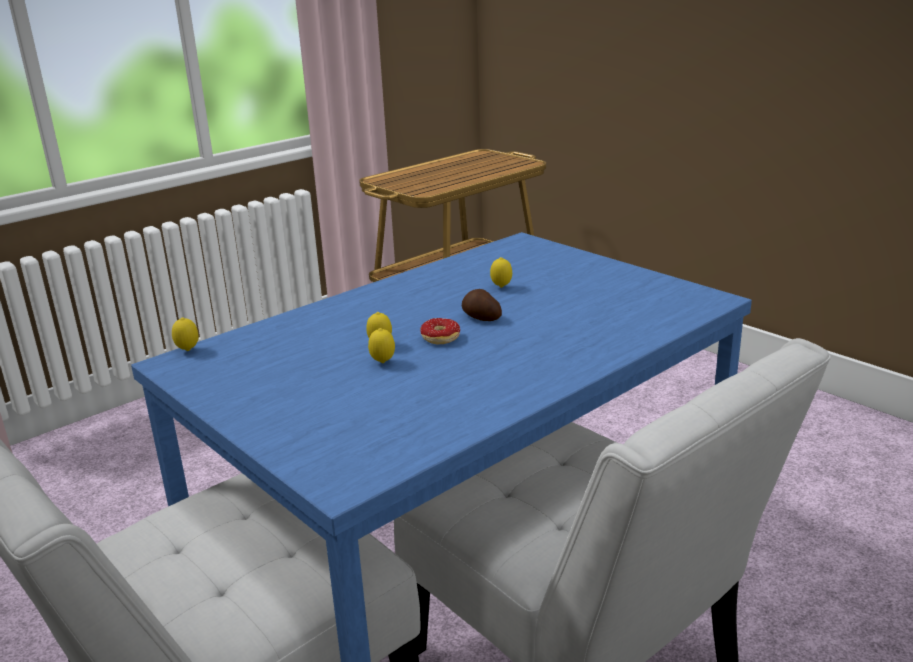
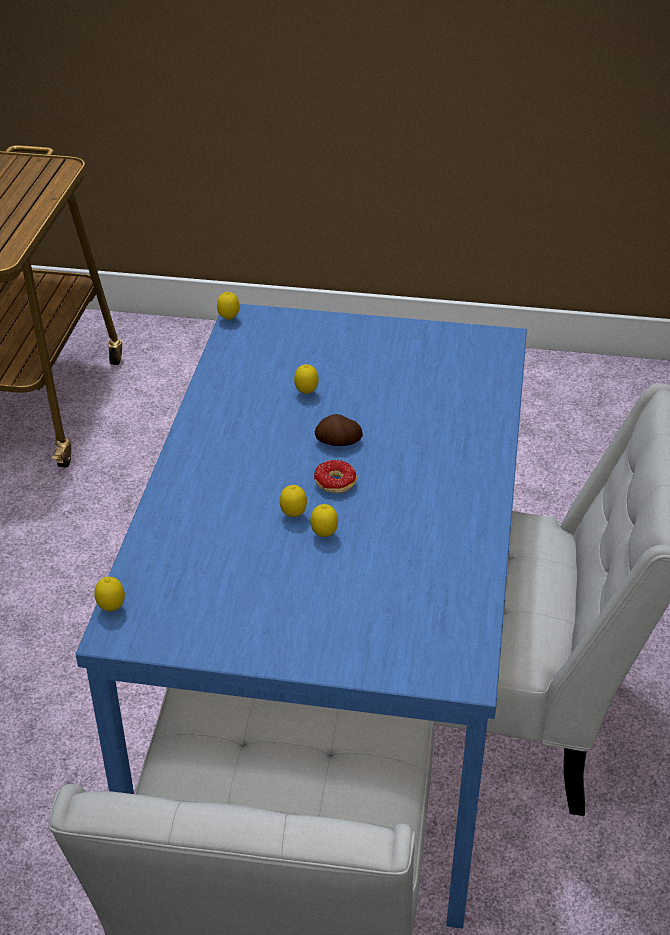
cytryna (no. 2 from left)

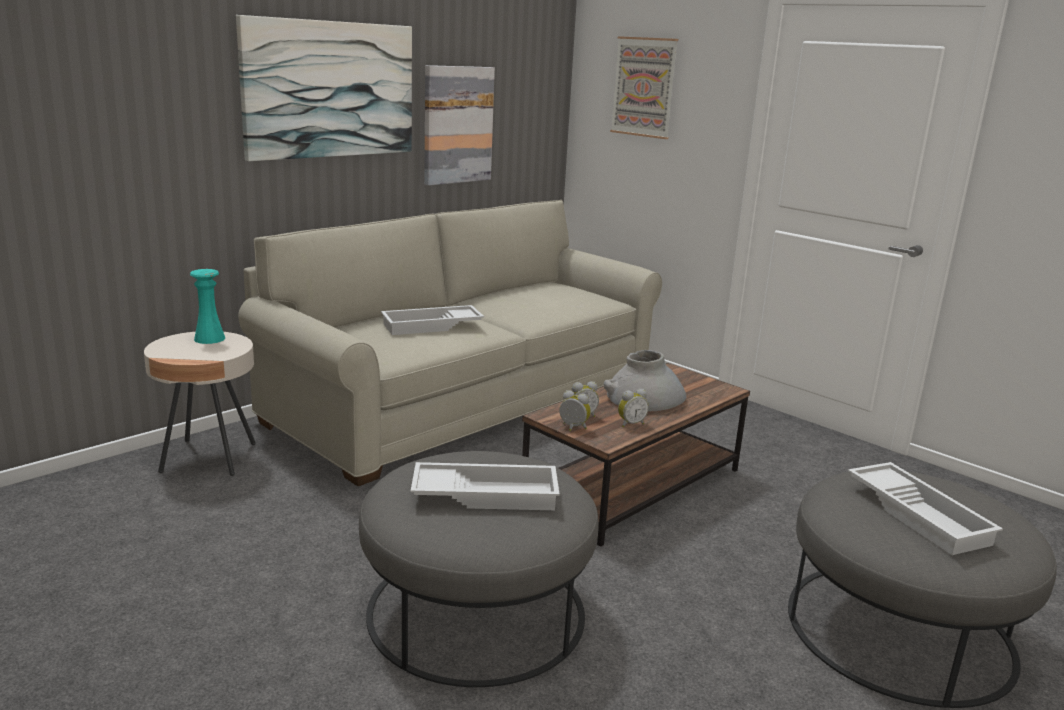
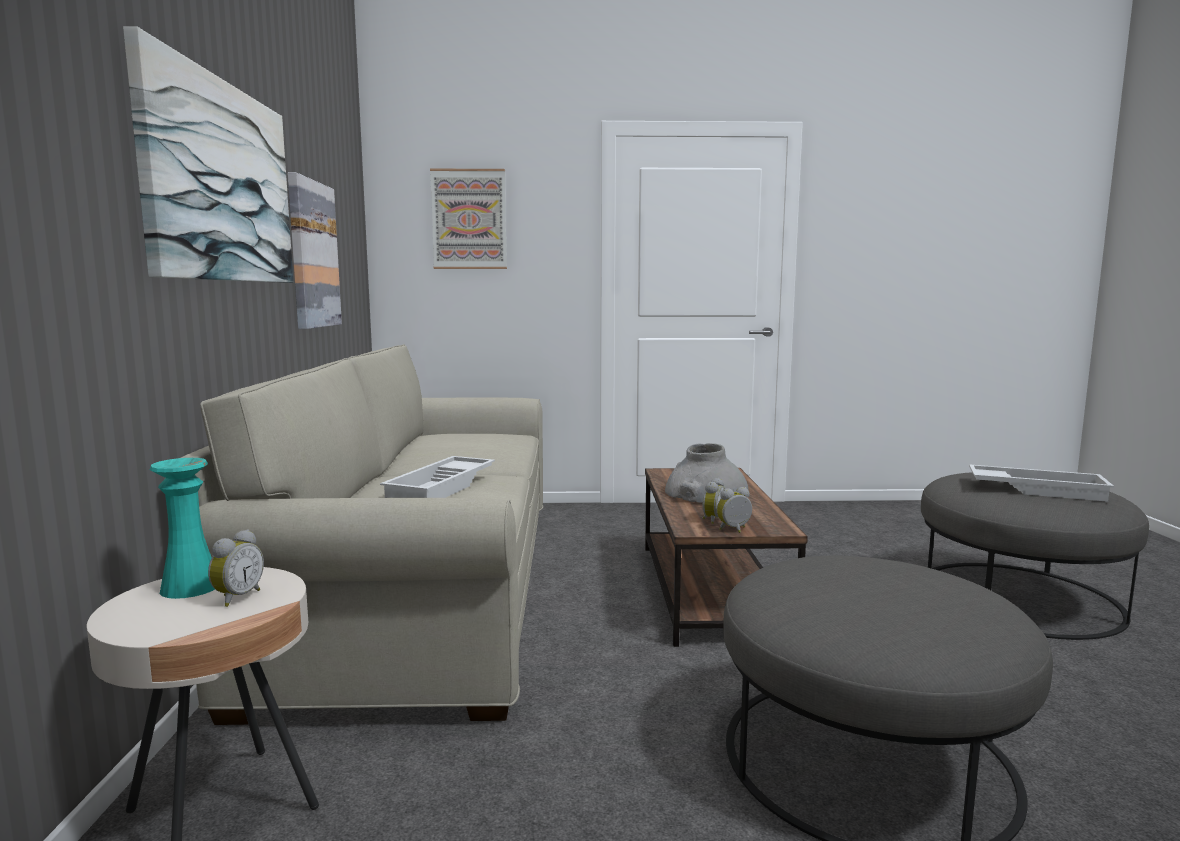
budzik (no. 1 from left); taca [biały] (no. 2 from left in the first image)

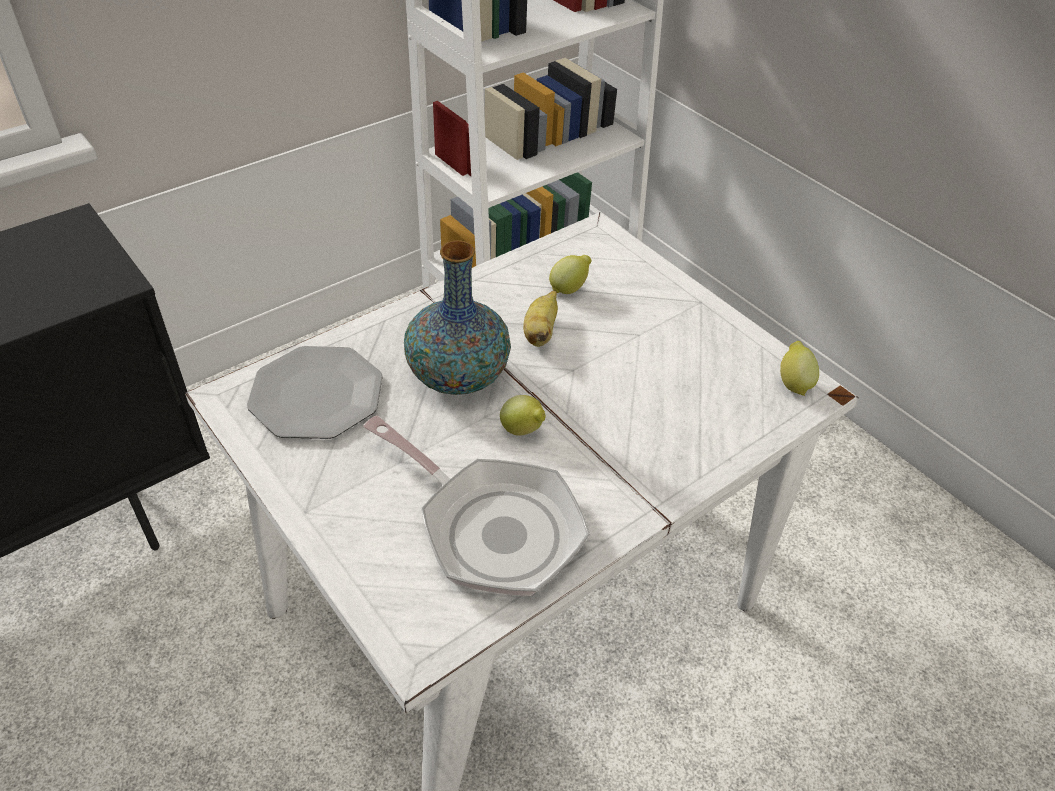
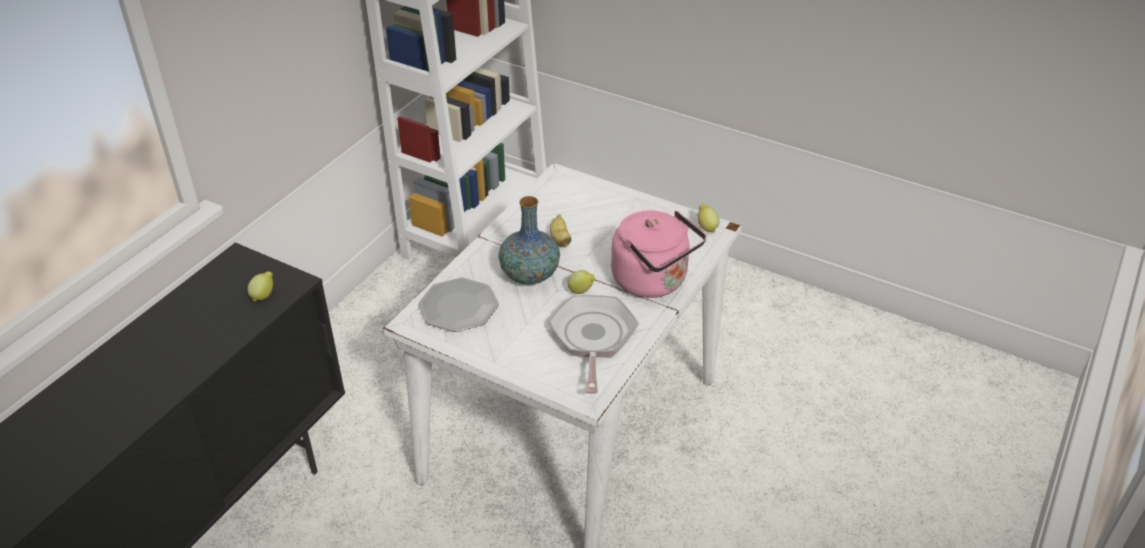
cytryna (no. 1 from left); patelnia; czajnik [różowy]

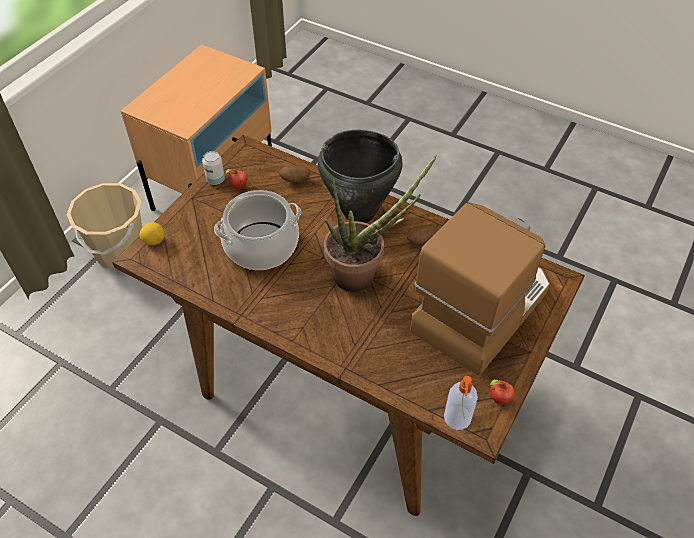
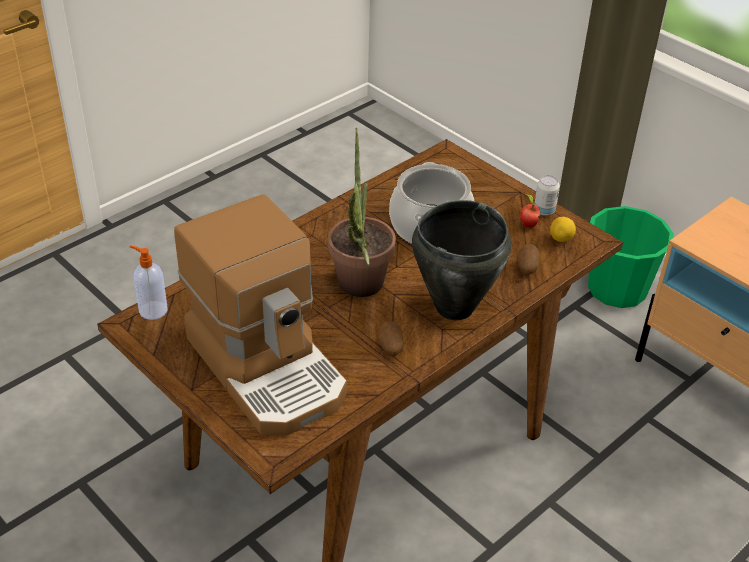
cytryna; wiadro [zielony]; jabłko (no. 2 from left in the first image)

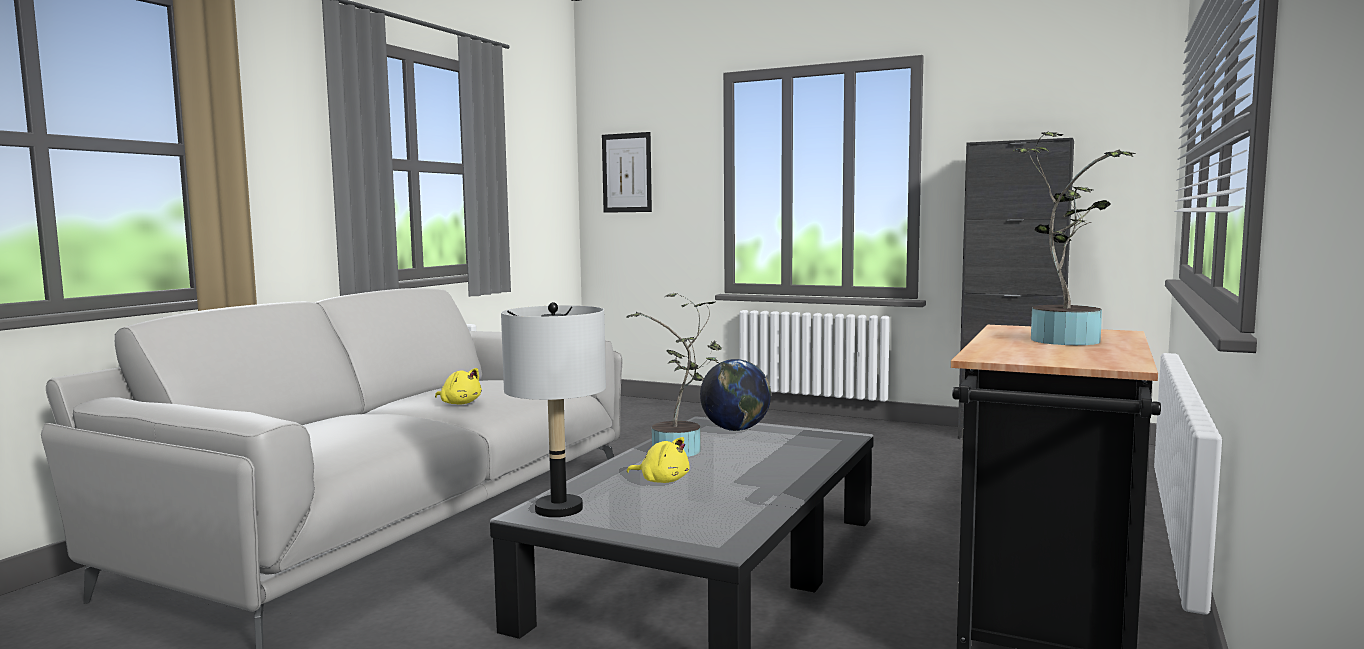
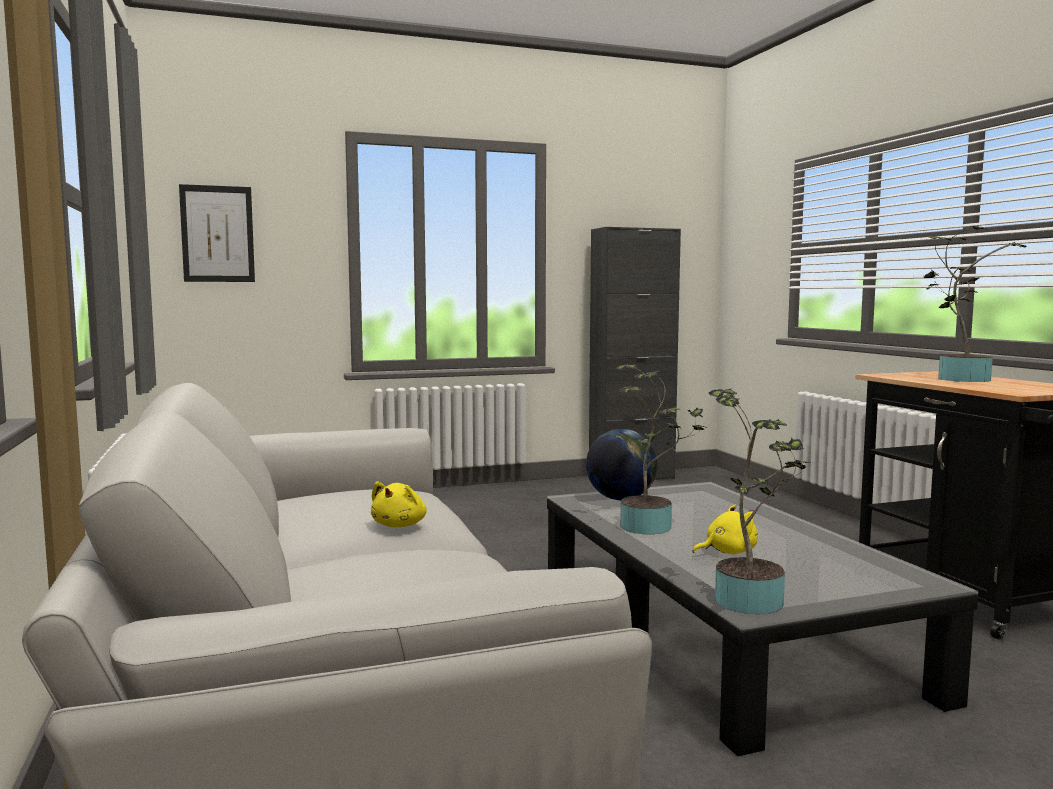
pluszak [żółty] (no. 1 from left); roślina doniczkowa (no. 2 from left)

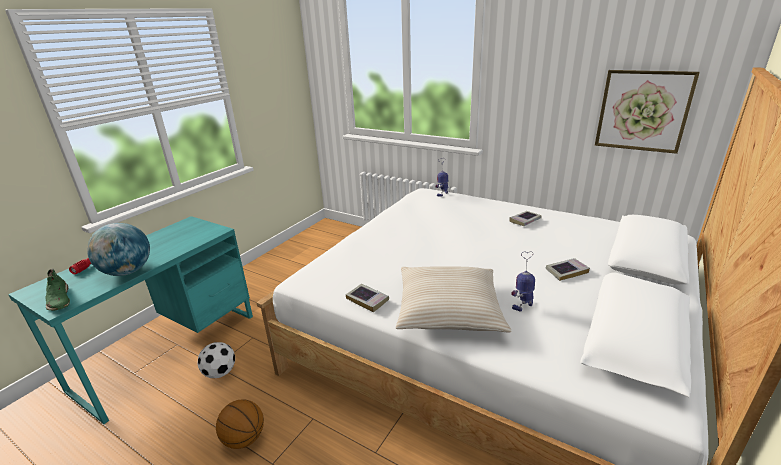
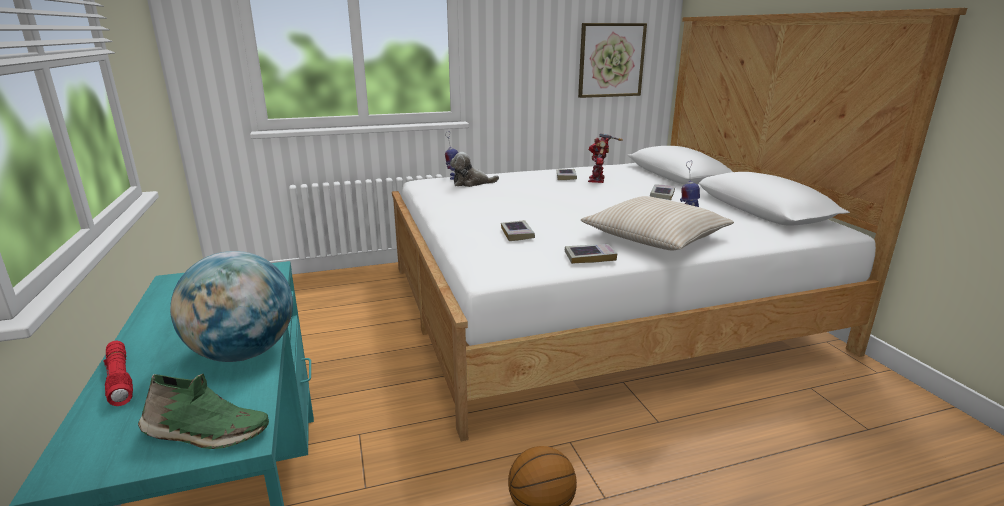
pluszak; książka (no. 1 from left); robot zabawkowy (no. 2 from left); piłka futbolowa

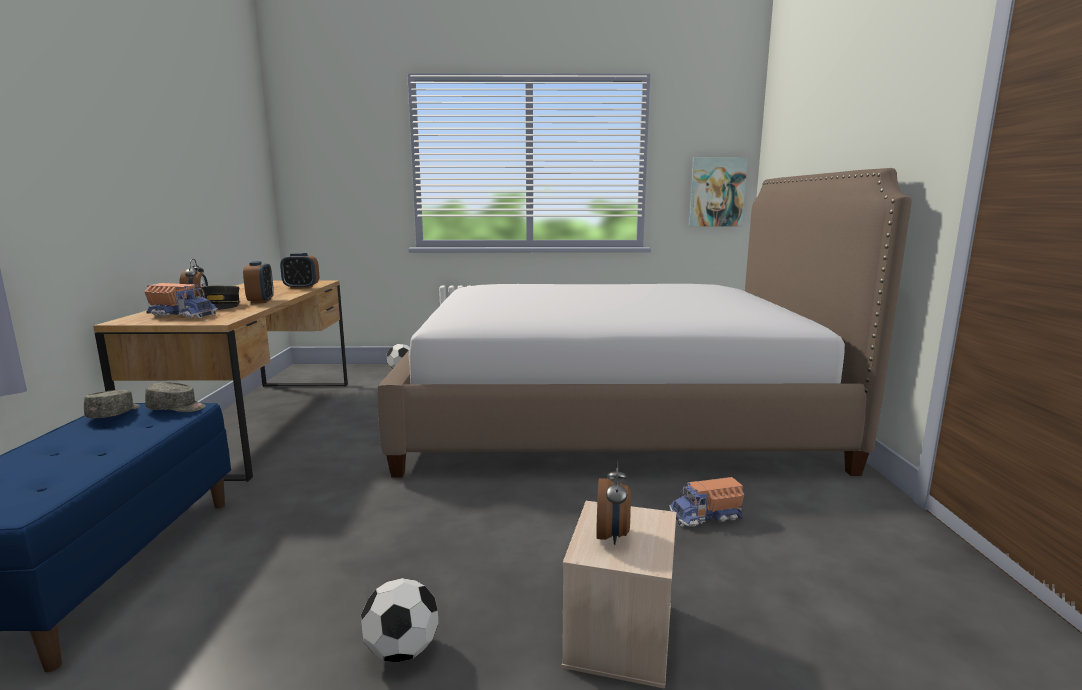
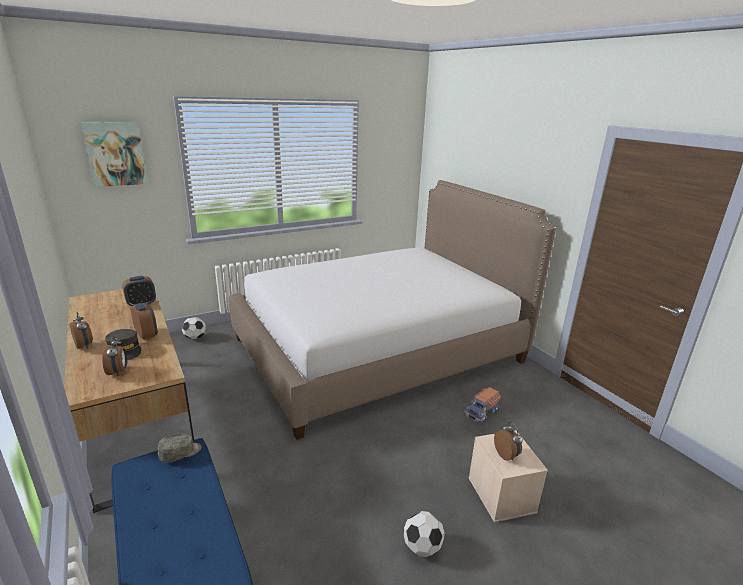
obraz; budzik (no. 2 from left); czapka z daszkiem [szary] (no. 1 from left in the first image)

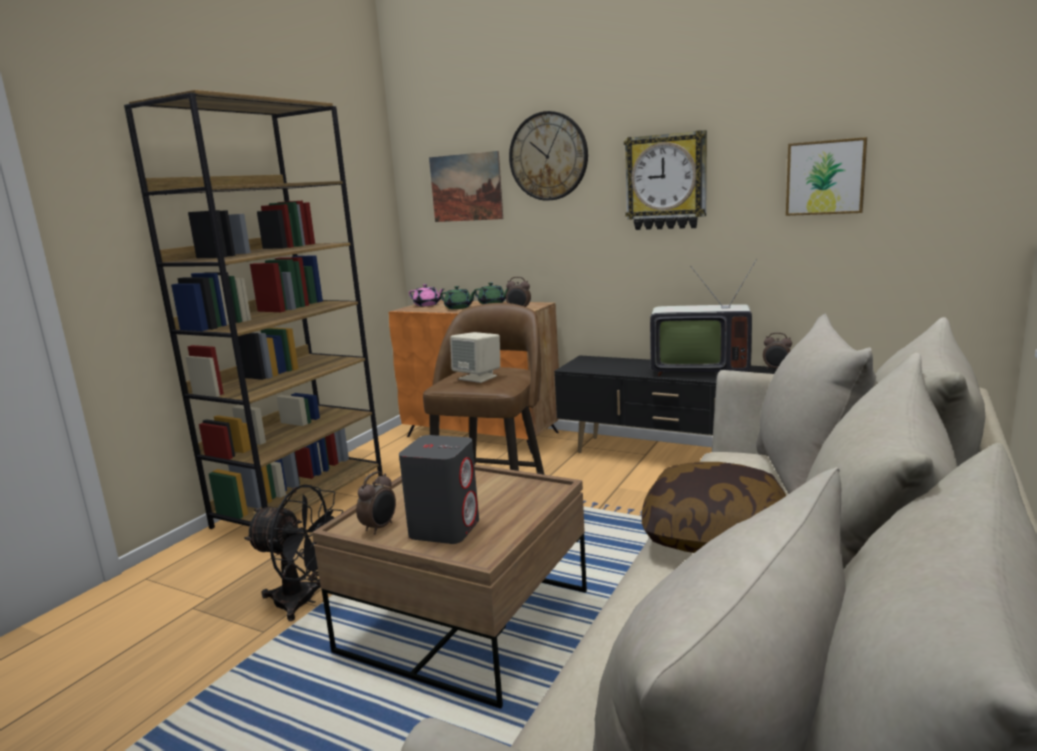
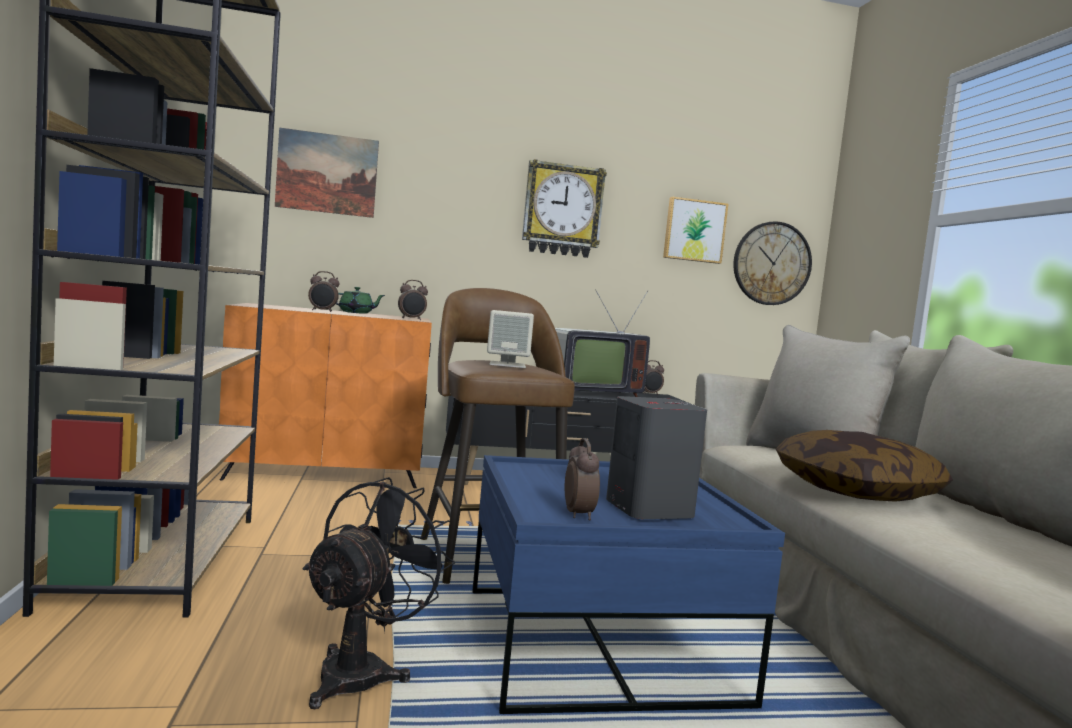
wentylator [czarny]; budzik (no. 1 from left); ława [niebieski]; zegar ścienny (no. 2 from left); imbryk [różowy]

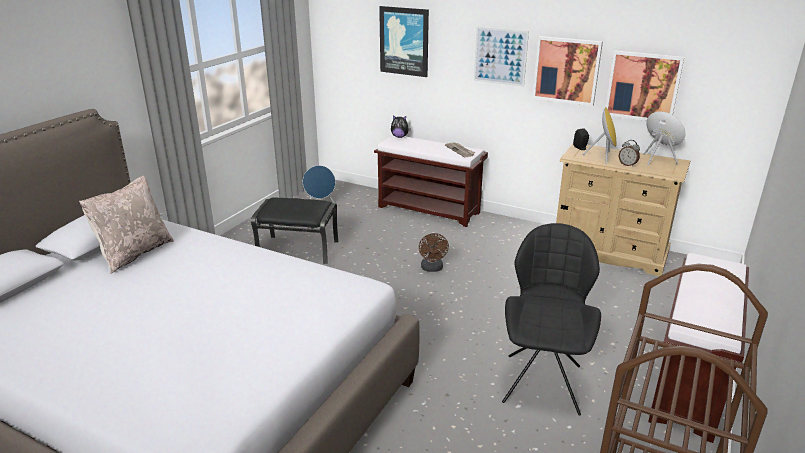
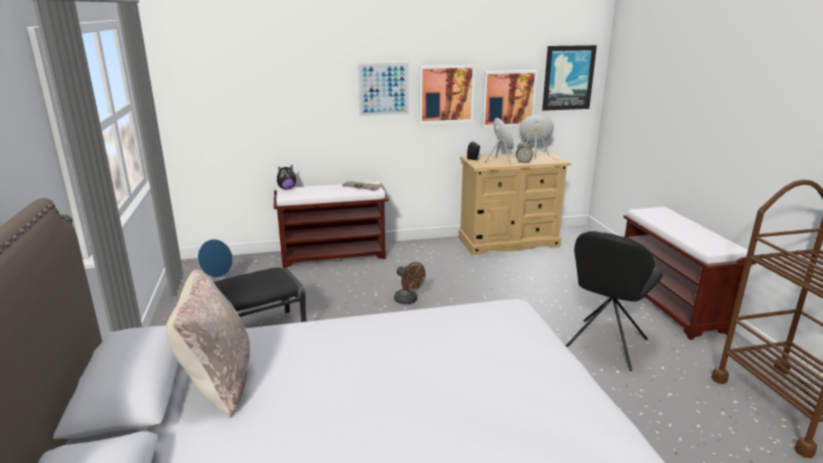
obraz (no. 4 from left); krzesło [czarny]

